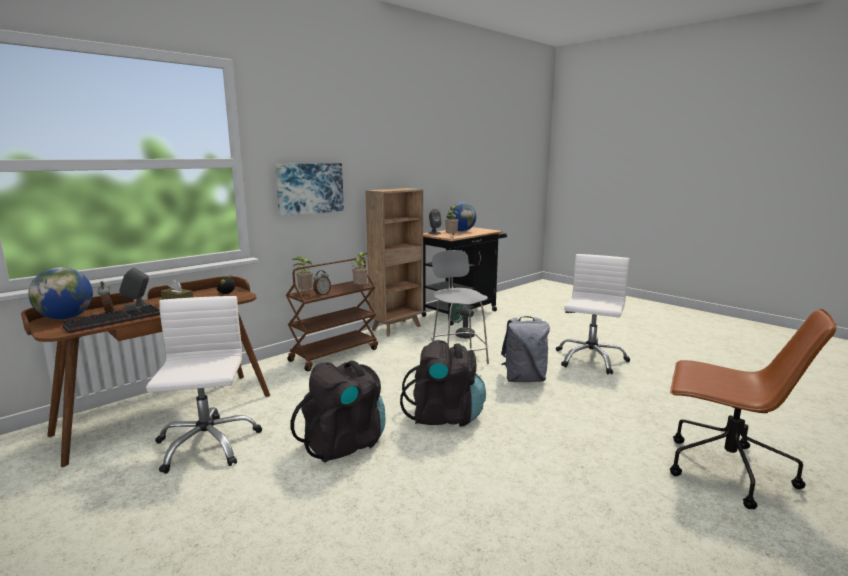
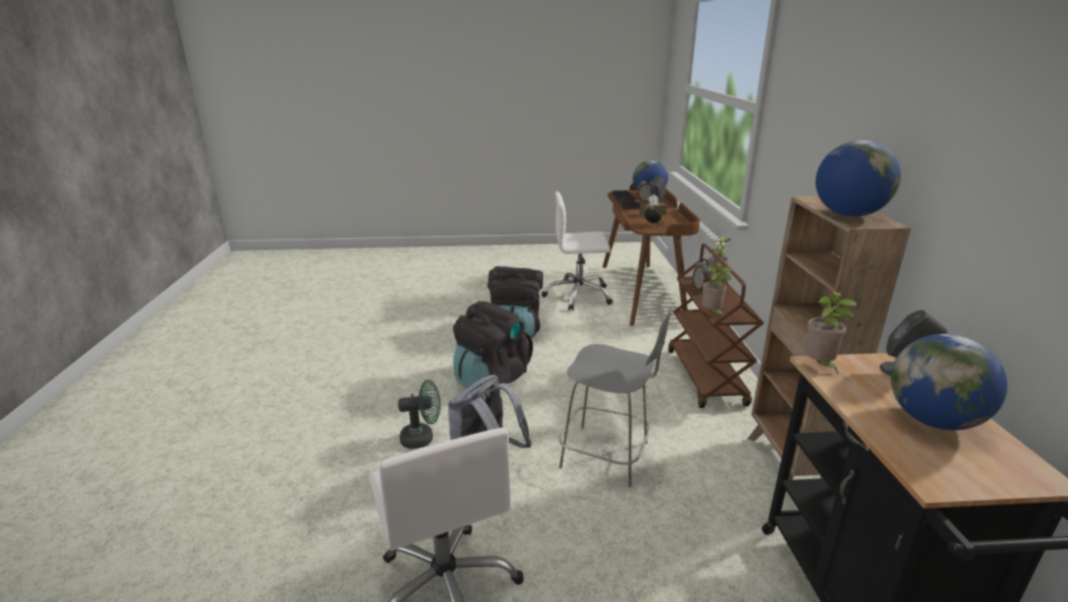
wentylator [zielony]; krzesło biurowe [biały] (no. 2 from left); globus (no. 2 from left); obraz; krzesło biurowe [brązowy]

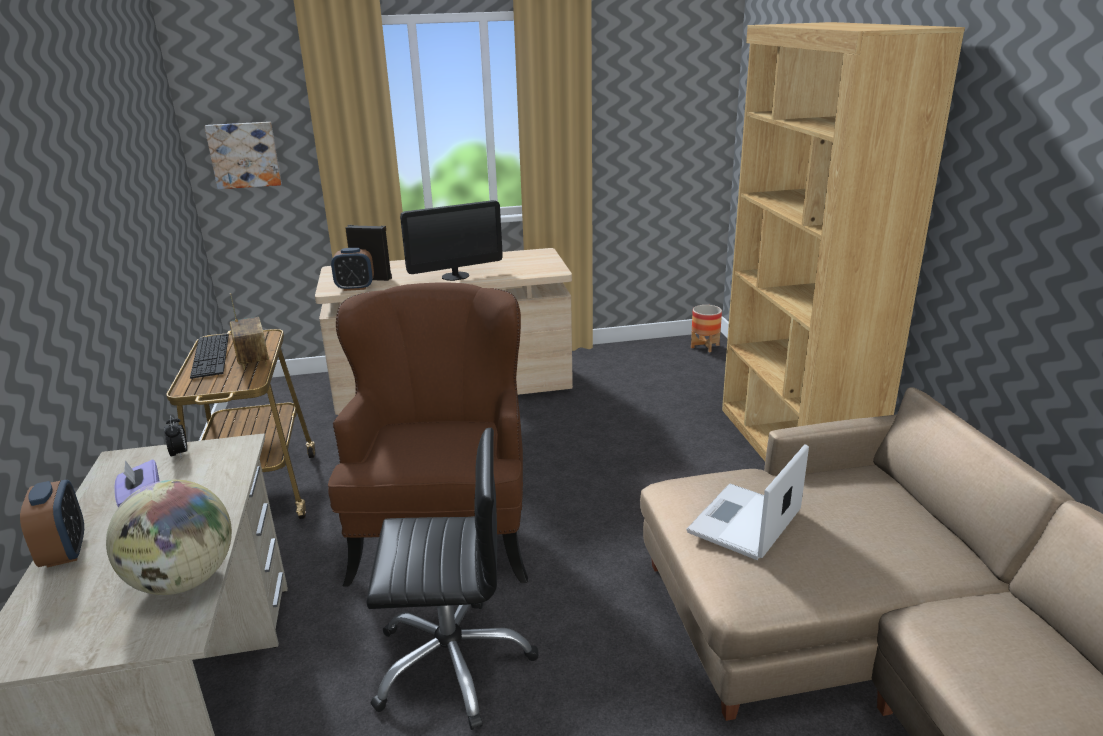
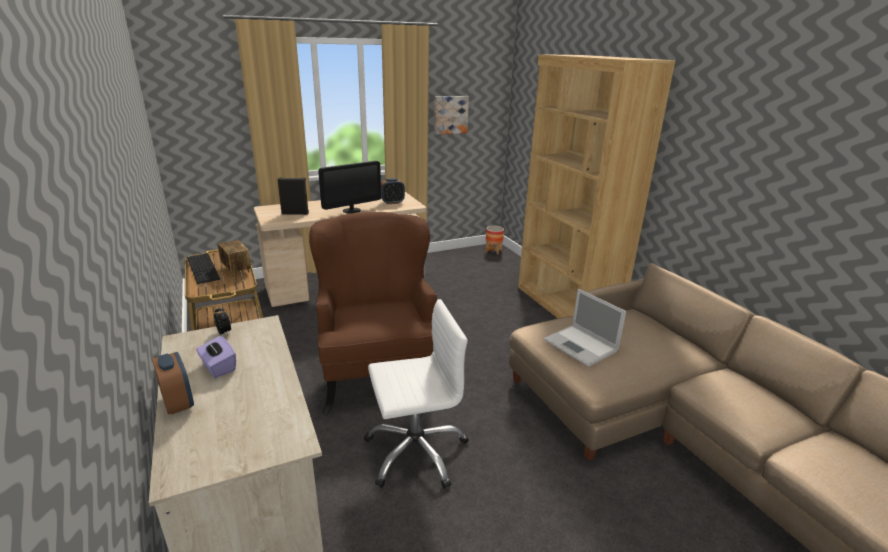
krzesło biurowe [biały]; budzik (no. 3 from left); obraz; laptop; globus

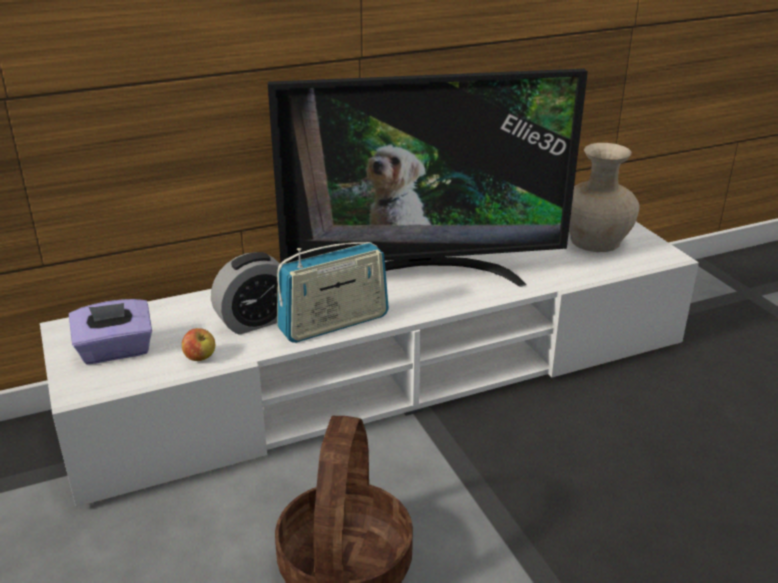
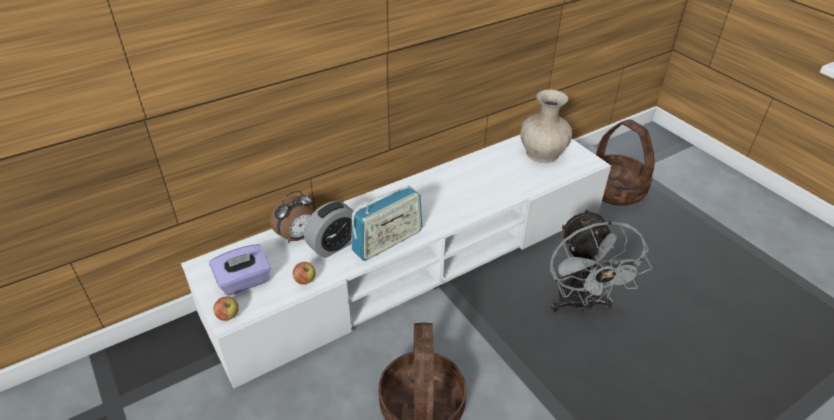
jabłko (no. 1 from left); budzik (no. 1 from left); wentylator [szary]; koszyk (no. 2 from left); telewizor

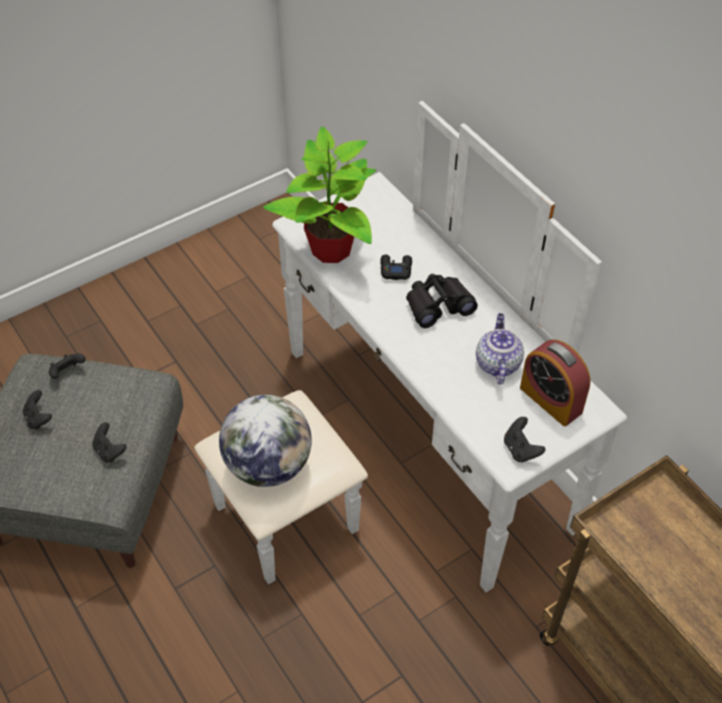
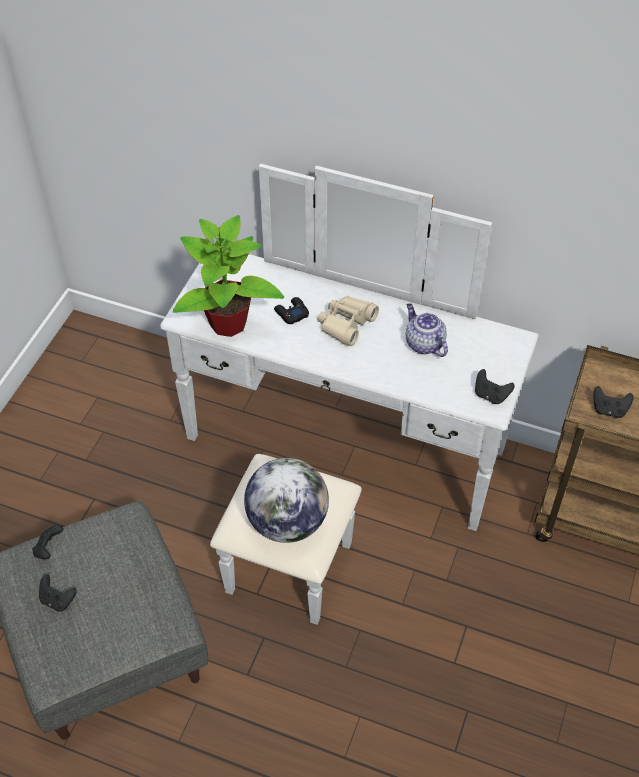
lornetka [beżowy]; pad do gier [czarny] (no. 5 from left); budzik

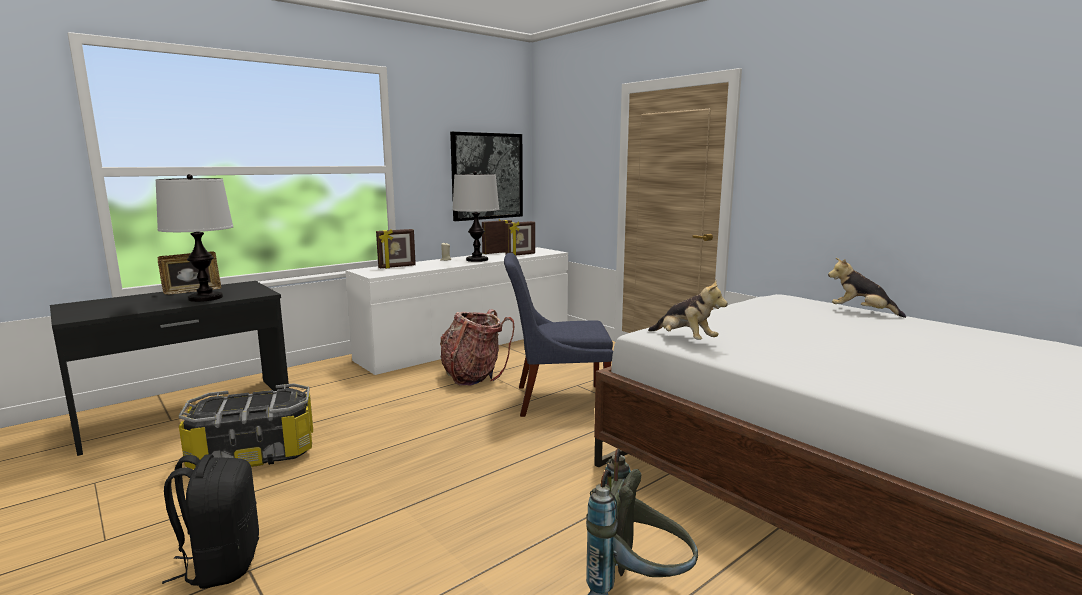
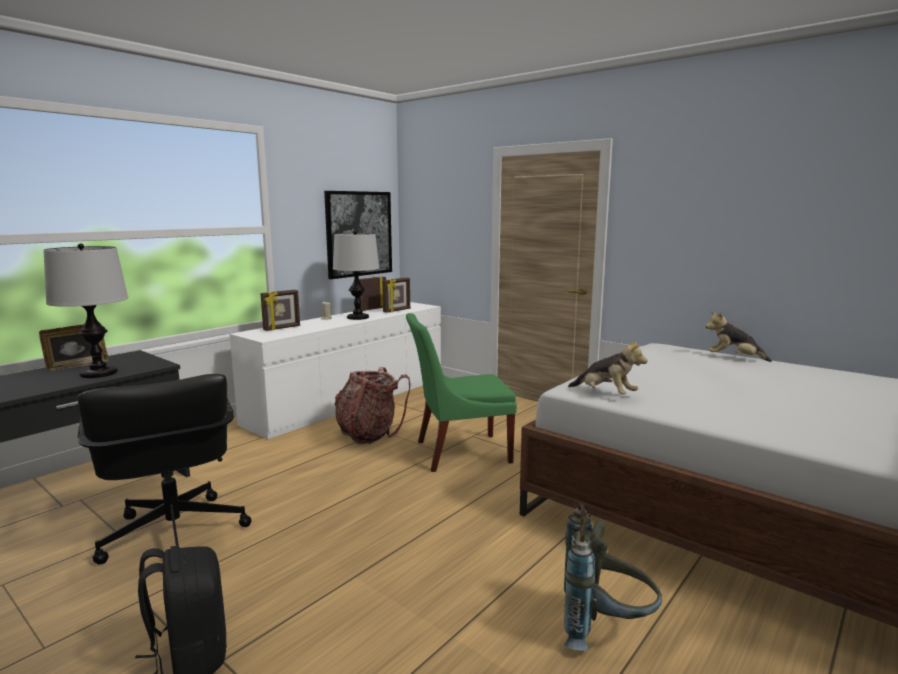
krzesło biurowe [czarny]; krzesło [zielony]

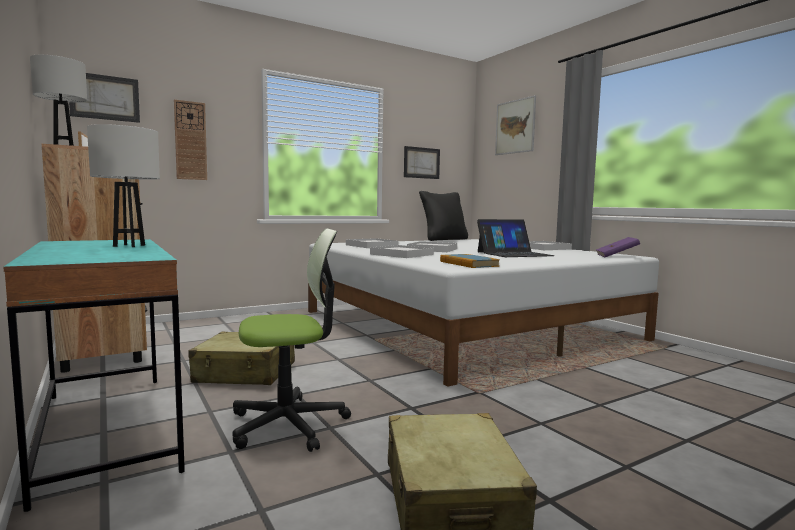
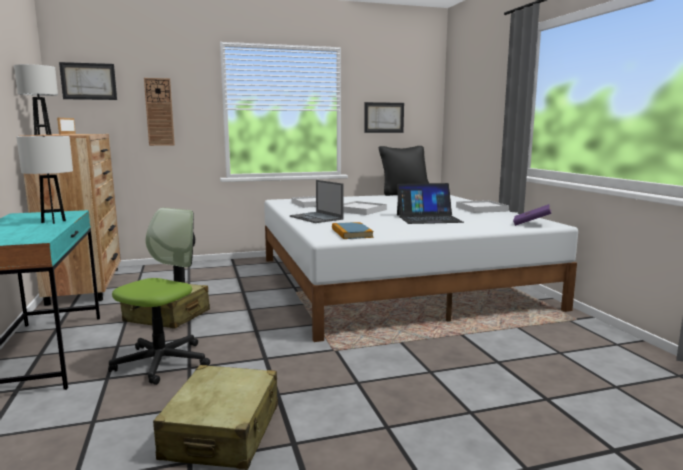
krzesło biurowe; laptop (no. 1 from left); obraz (no. 3 from left in the first image)

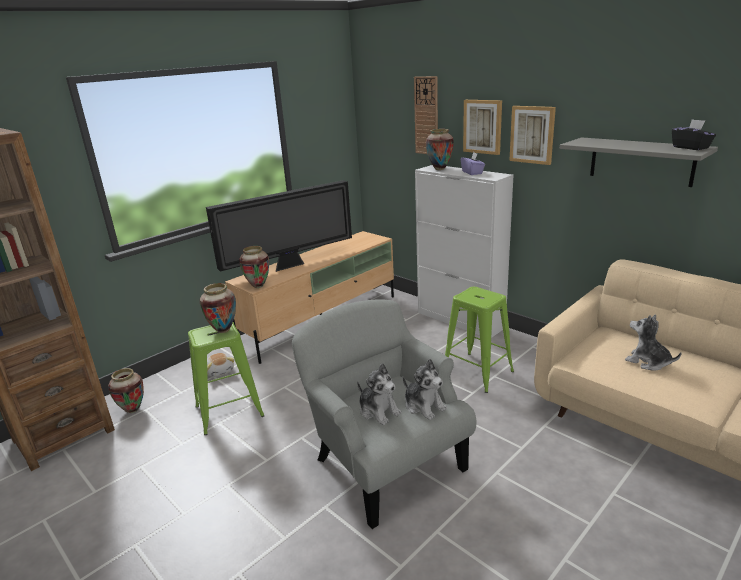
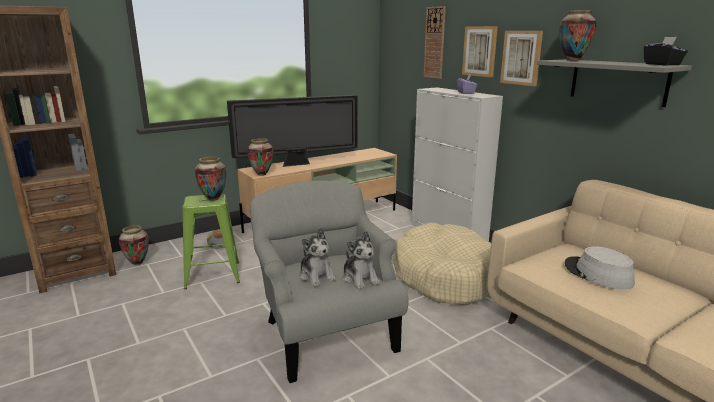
legowisko [beżowy]; wazon (no. 4 from left); kapelusz [szary]

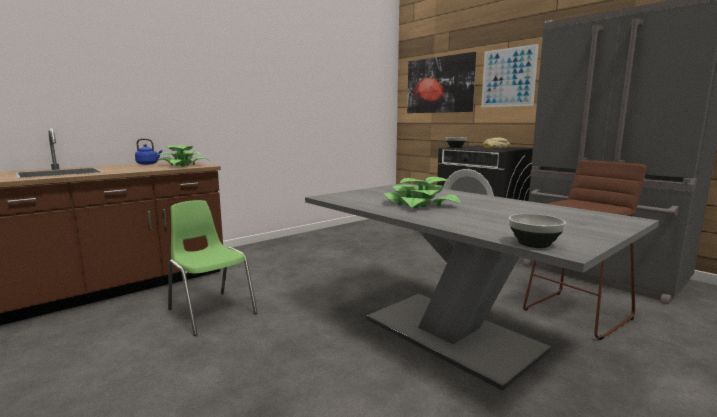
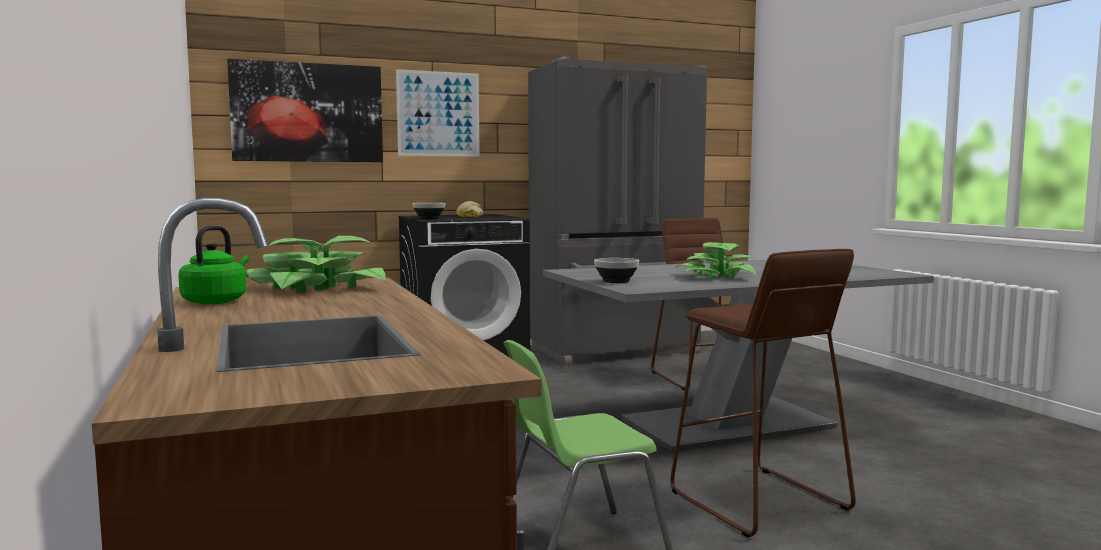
czajnik [zielony]; miska (no. 2 from left); stołek [brązowy] (no. 2 from left)

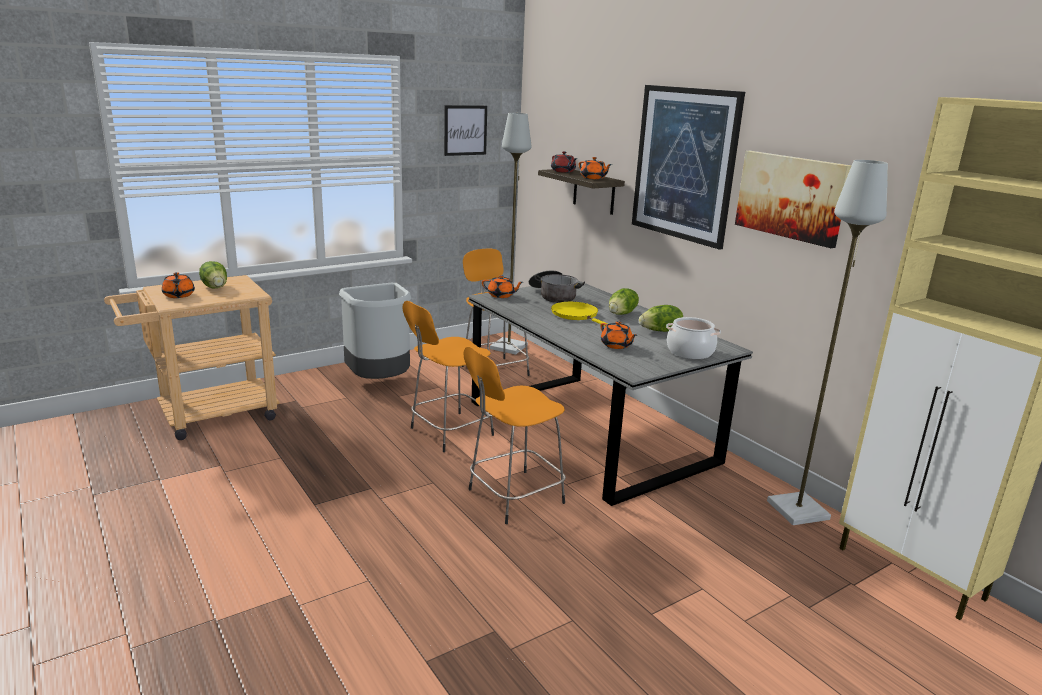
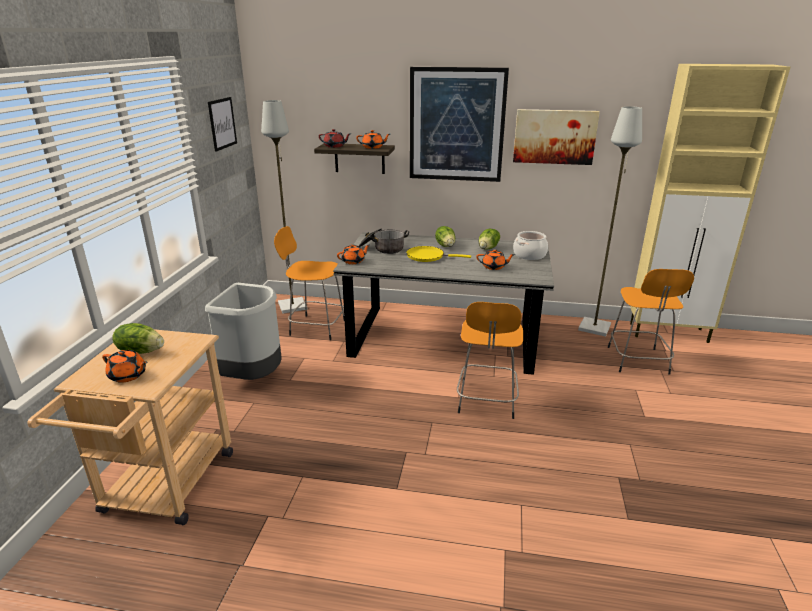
stołek [pomarańczowy] (no. 3 from left)

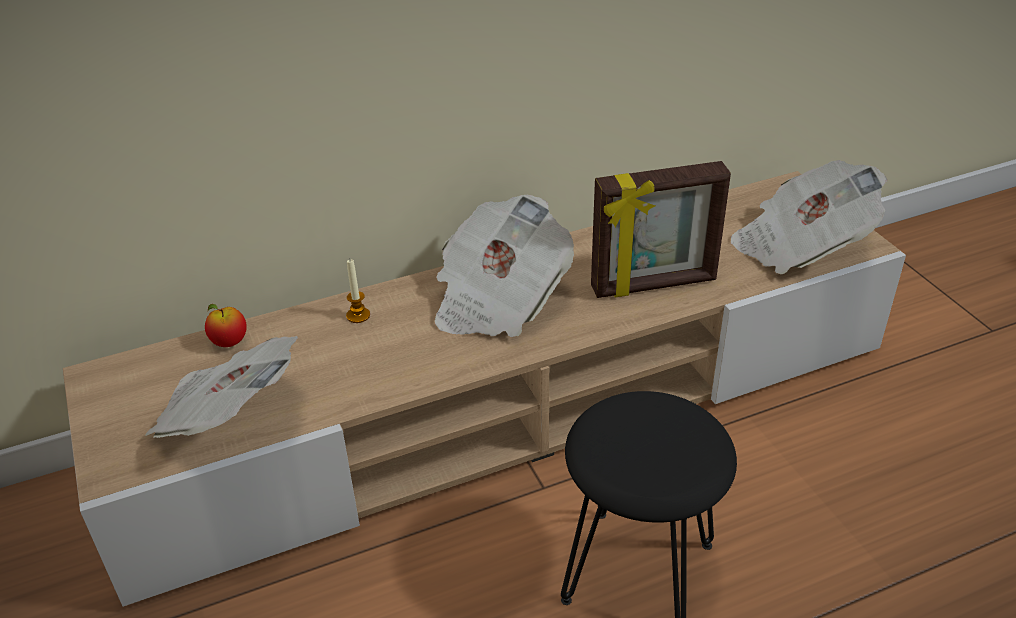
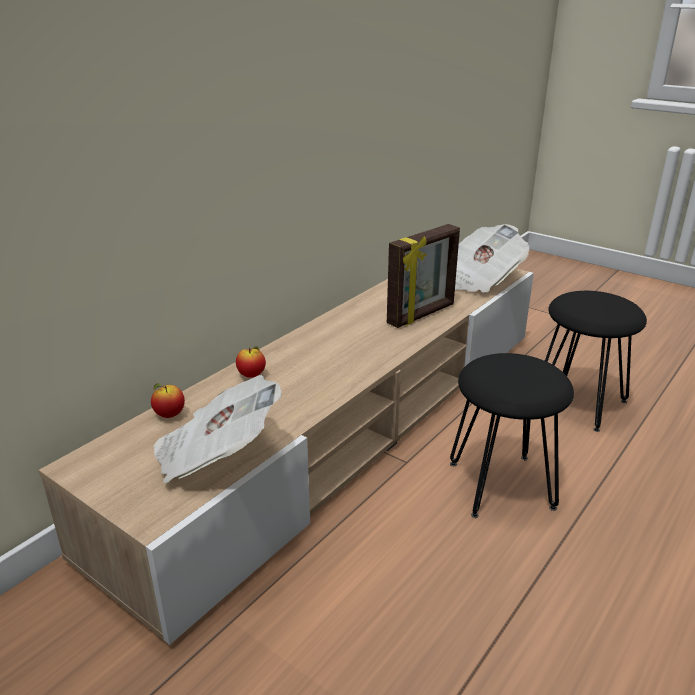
jabłko (no. 2 from left); stołek [czarny] (no. 2 from left); gazeta (no. 2 from left in the first image)

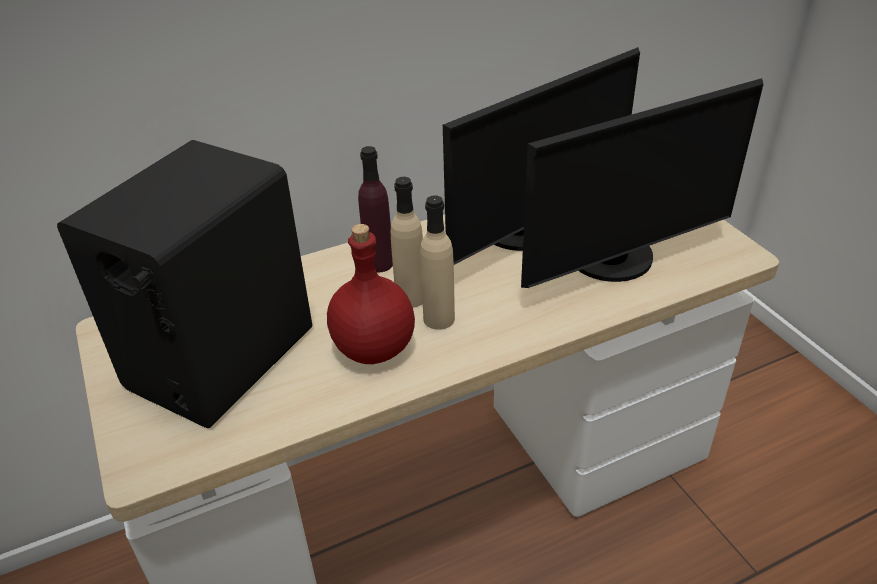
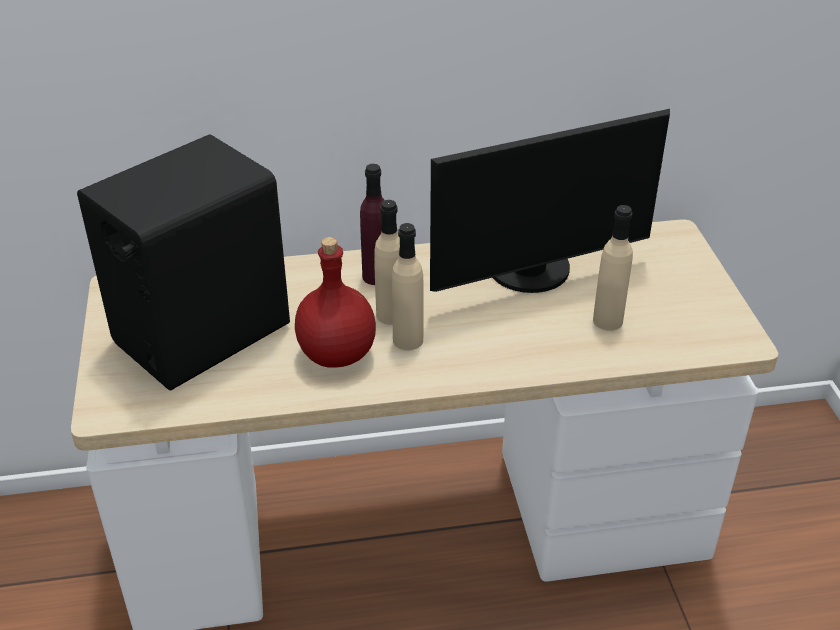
butelka [beżowy] (no. 3 from left)

